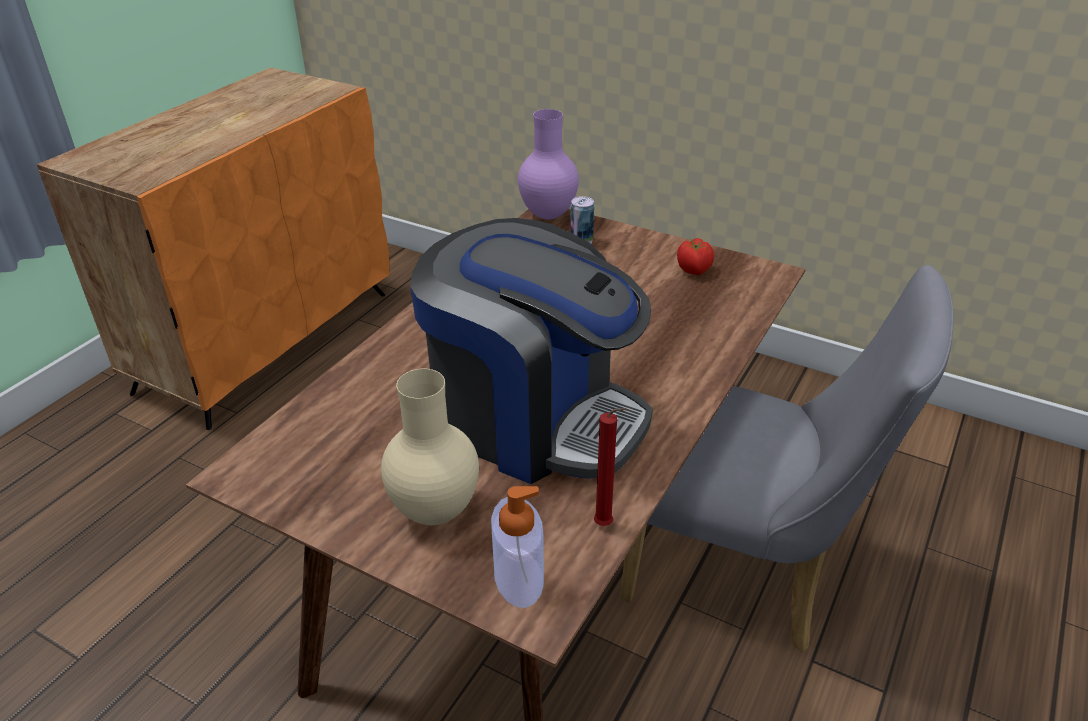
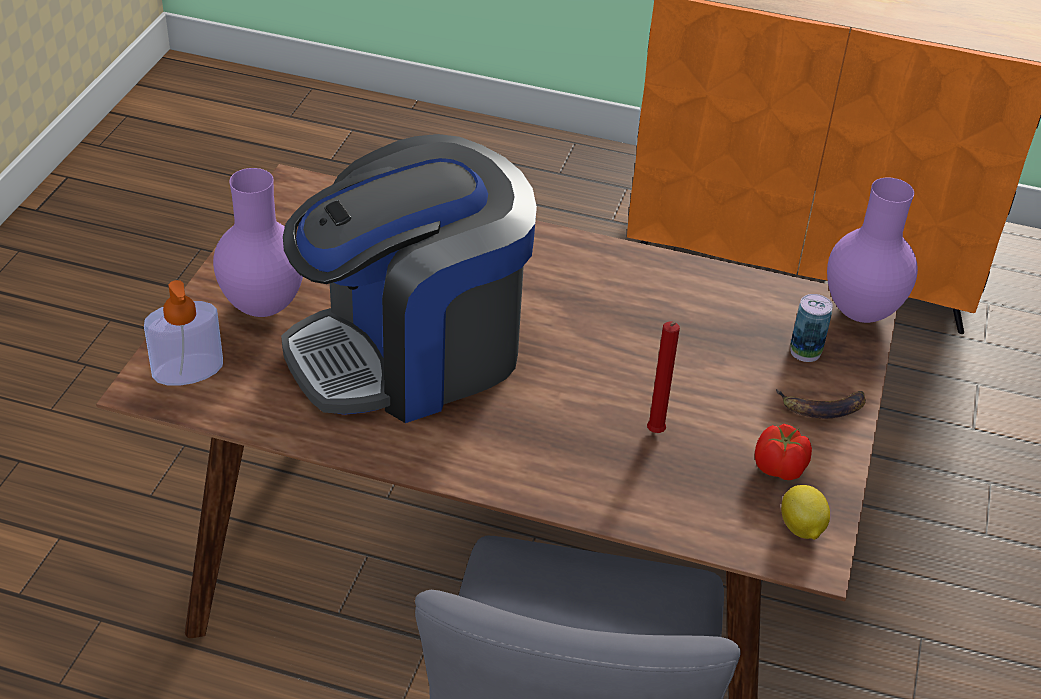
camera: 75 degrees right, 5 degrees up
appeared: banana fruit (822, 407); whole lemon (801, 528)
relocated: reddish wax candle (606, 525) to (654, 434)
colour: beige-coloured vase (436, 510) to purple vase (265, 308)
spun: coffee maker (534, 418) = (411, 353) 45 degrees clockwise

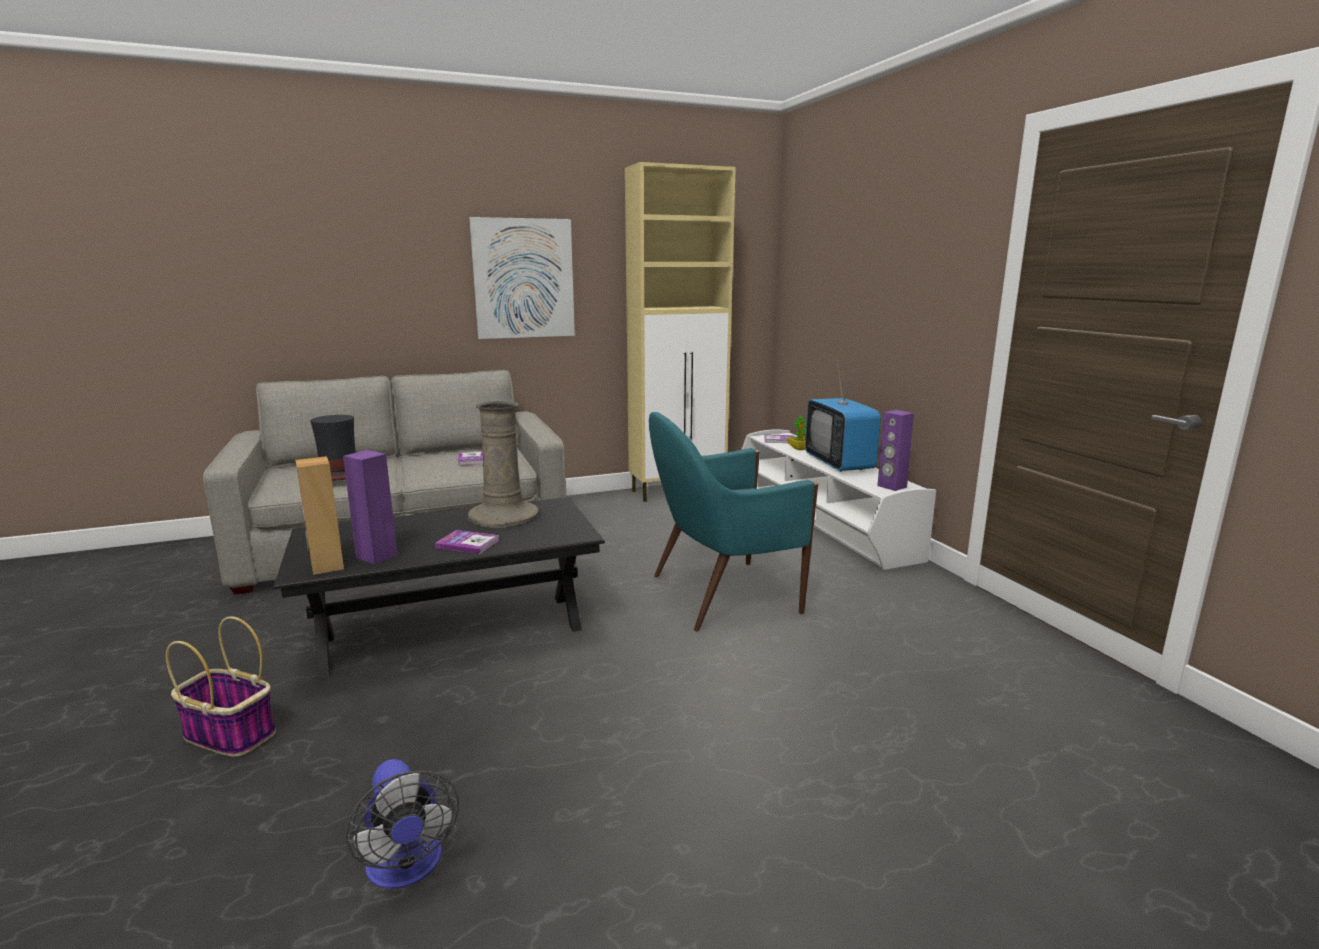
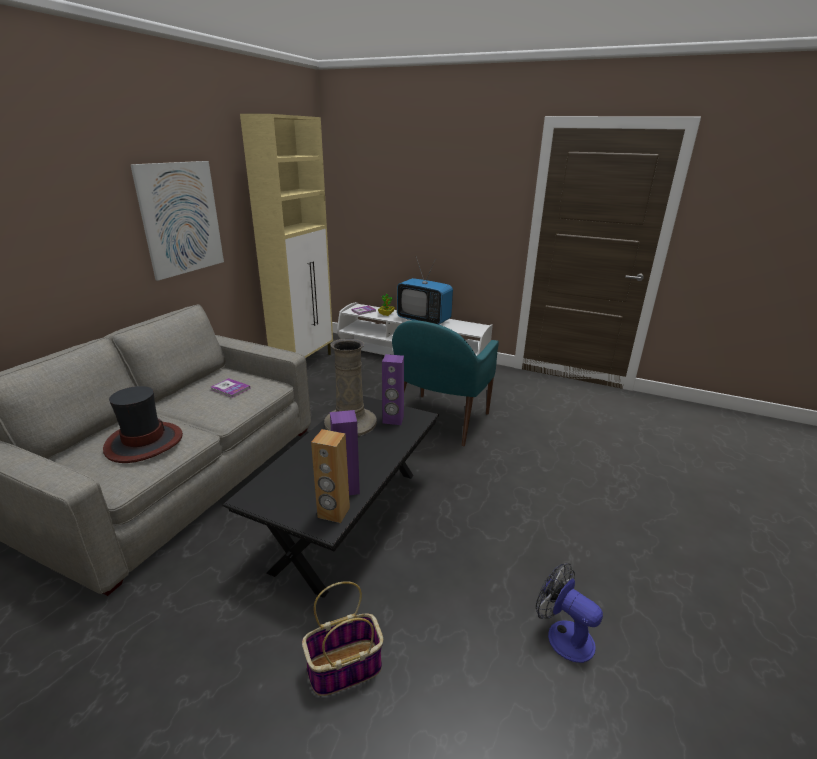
camera: 45 degrees left, 10 degrees up
missing: volume (467, 544)
relocated: purple audio speaker (891, 486) to (393, 420)
spun: cooling fan (407, 868) = (563, 635) 150 degrees counterclockwise

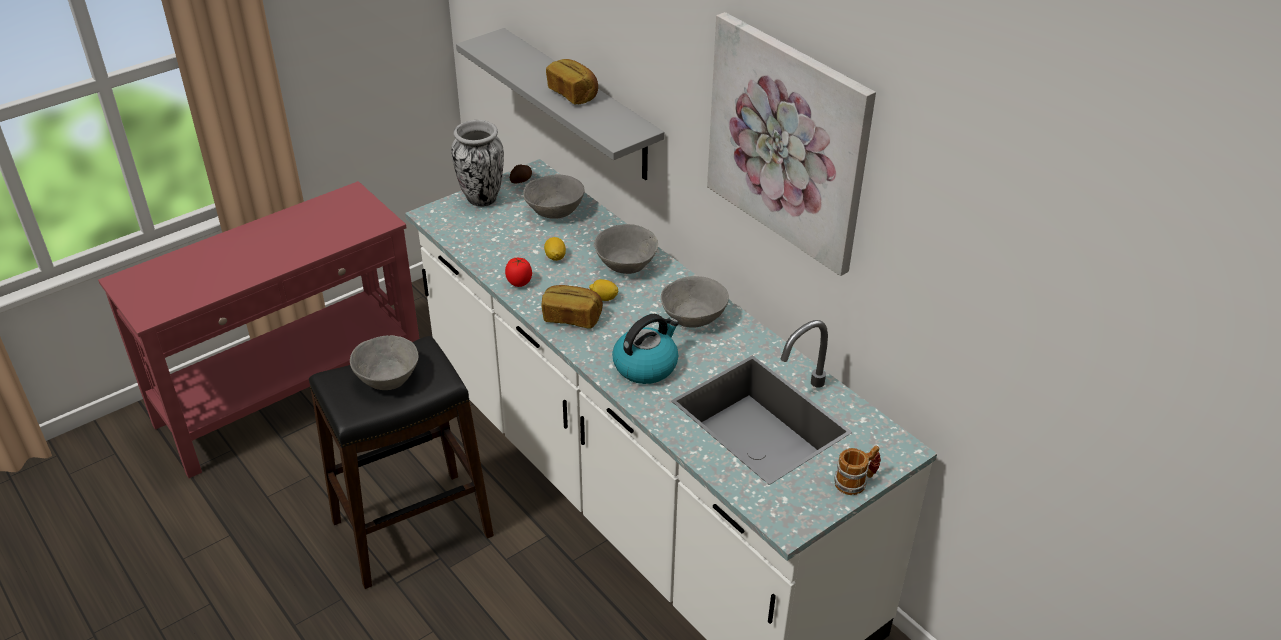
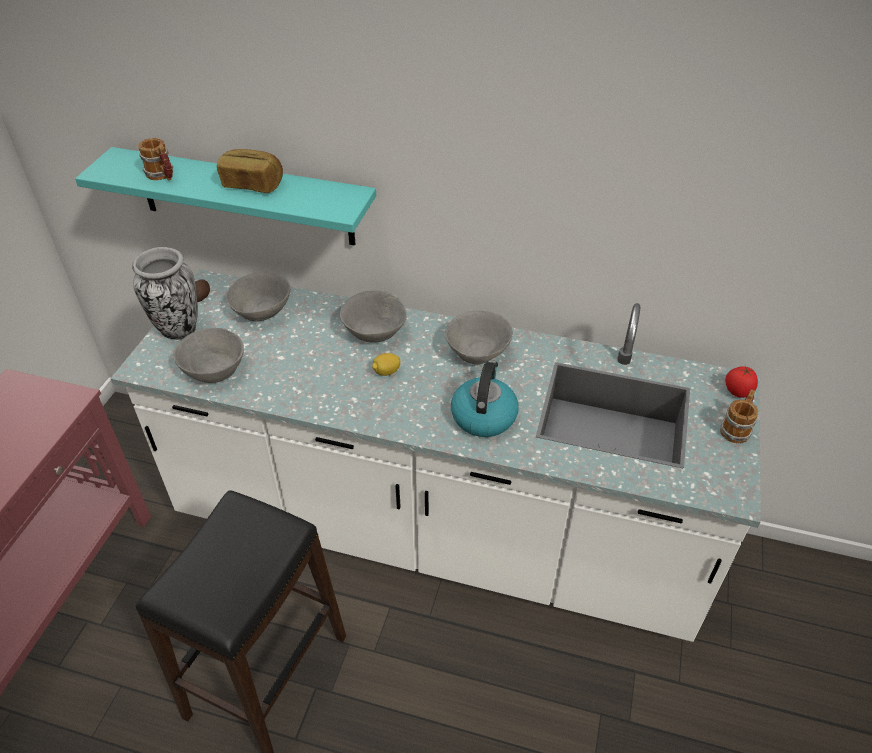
camera: 35 degrees left, 5 degrees up
missing: picture (789, 141); whole lemon (555, 257); baked bread (572, 317)
appeared: mug (162, 176)
relocated: whole tomato (519, 282) to (737, 392); gray bowl (388, 379) to (215, 371)
colour: gray shelf (579, 105) to blue-green shelf (245, 197)

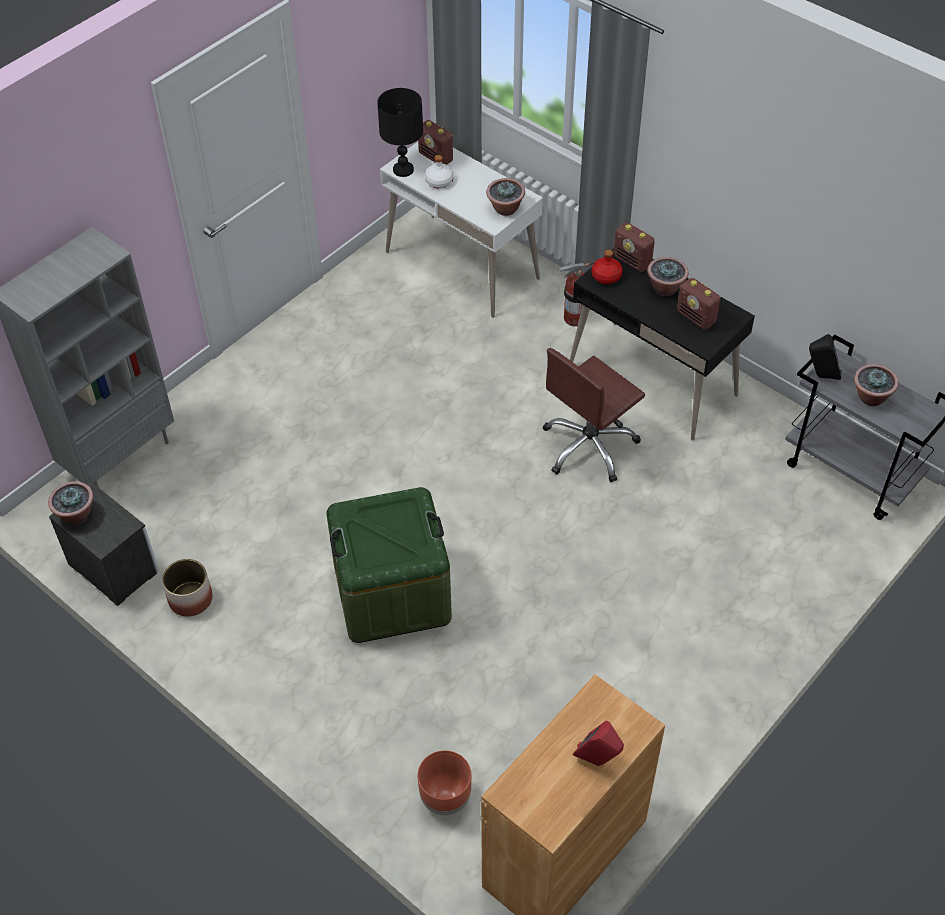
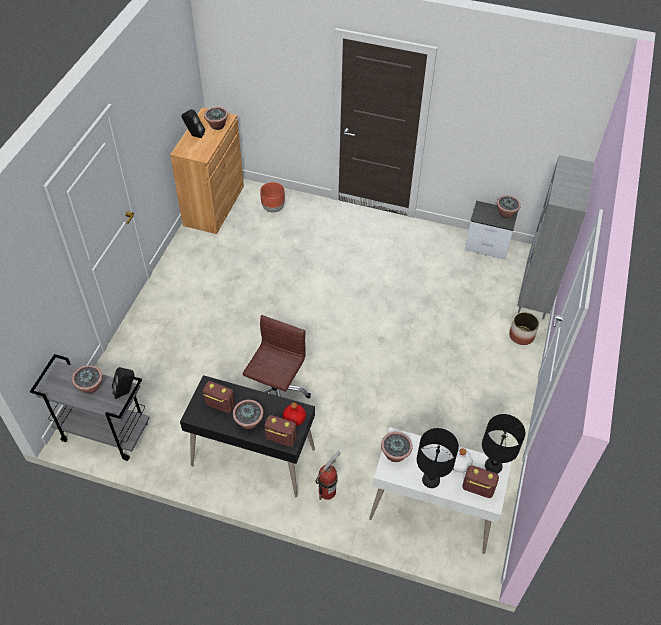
camera: 155 degrees right, 0 degrees up
missing: green storage bin (392, 593)
appeared: houseplant (217, 126); blackish lamp for a table (430, 480)
relocated: plant pot (190, 599) to (521, 335)
colour: reddish audio speaker (598, 761) to blackish audio speaker (194, 135)

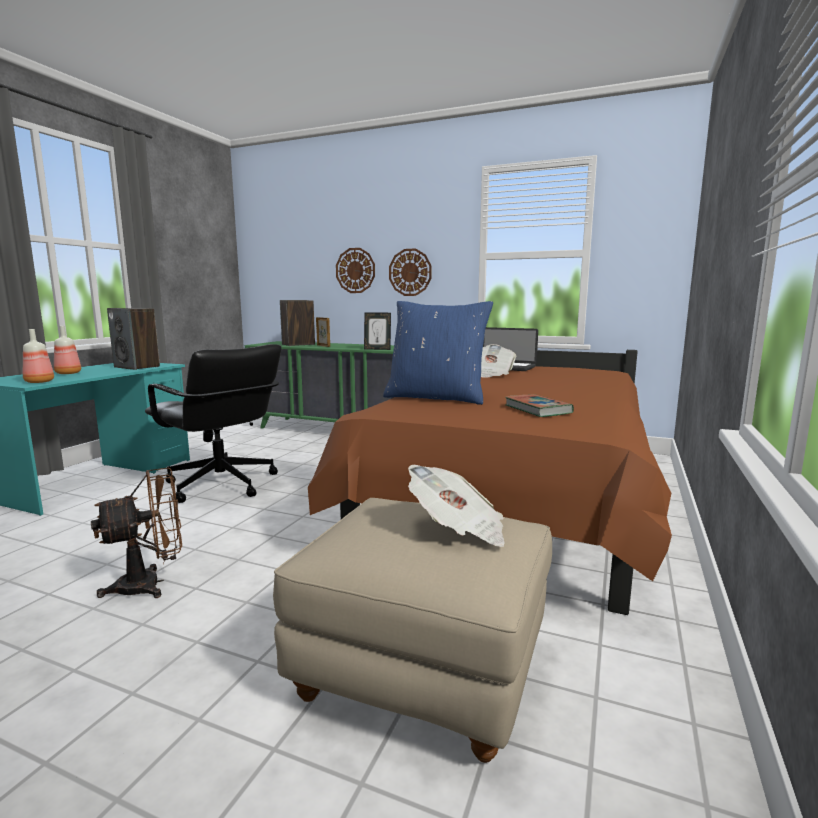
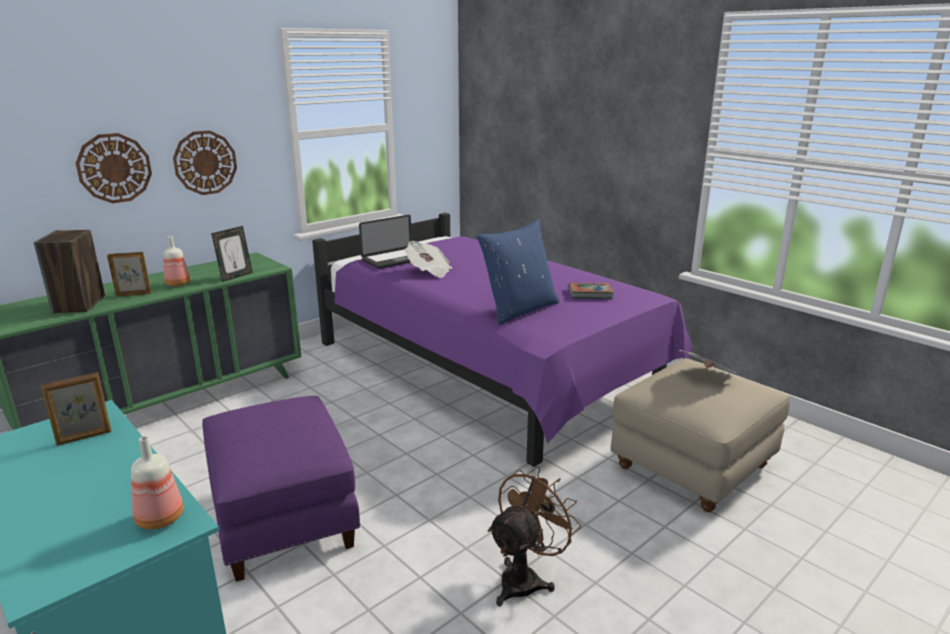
camera: 65 degrees left, 10 degrees up
relocated: drink bottle (67, 373) to (177, 284)
exchanged: audio speaker (137, 367) to picture frame (84, 437); blackish office chair (221, 485) to purple ottoman (285, 518)
colour: brownish sleeping bed (515, 499) to purple sleeping bed (489, 370)
spun: brownish cooling fan (150, 584) = (526, 578) 45 degrees clockwise

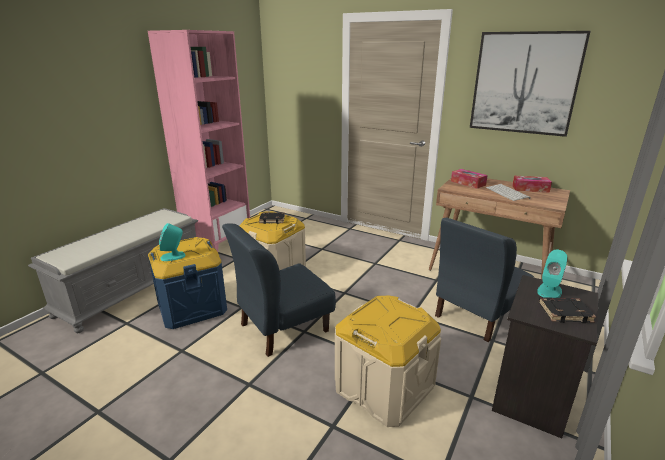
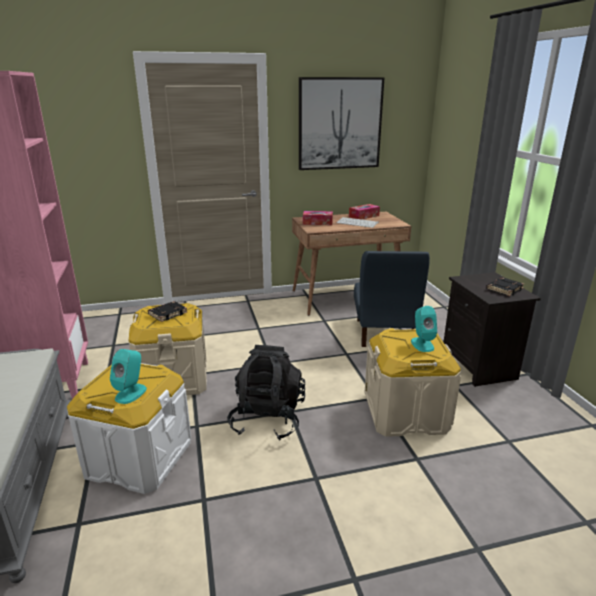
camera: 45 degrees left, 0 degrees up
relocated: blue-green audio speaker (549, 291) to (422, 344)
exchanged: blue-coloured upright chair (283, 327) to blackish knapsack (267, 419)
colour: blue-coloured storage bin (192, 307) to white storage bin (138, 458)

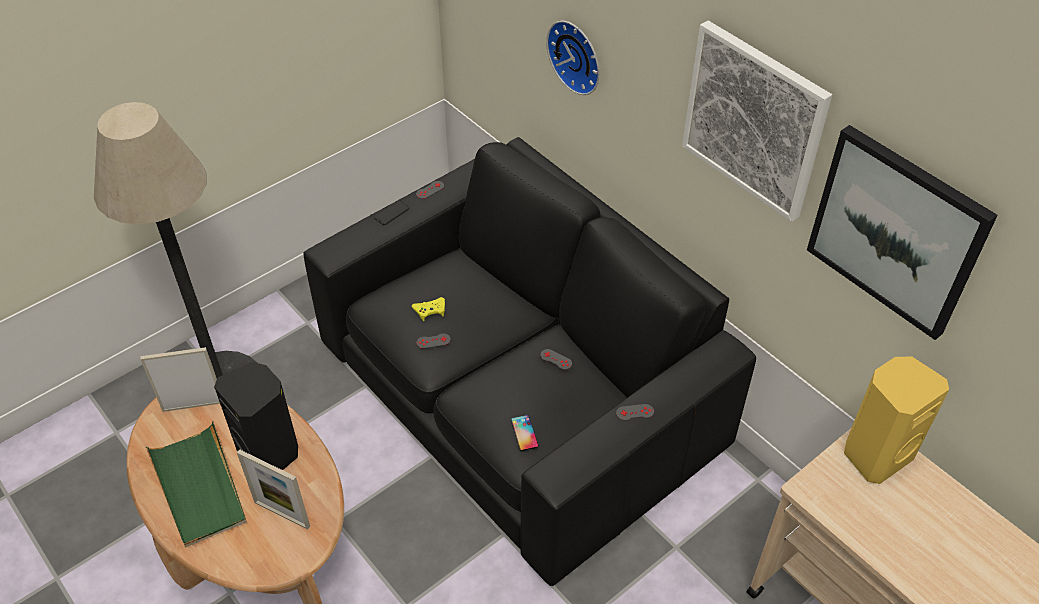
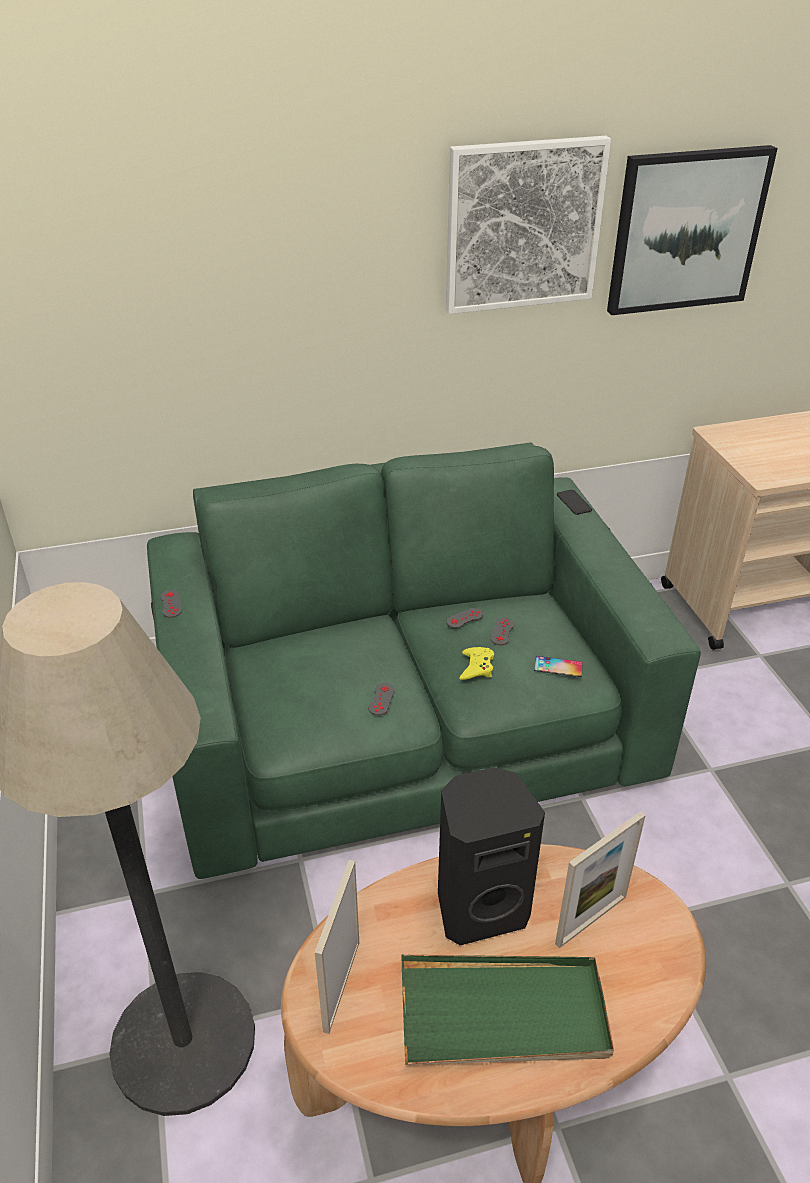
camera: 65 degrees left, 10 degrees down
missing: clock on the wall (577, 55); yellowish audio speaker (875, 454)
relocated: telephone (391, 213) to (574, 502); yellowish gamepad (430, 310) to (476, 667); gray gamepad (635, 412) to (502, 631)
colour: blackish settee (521, 394) to green settee (406, 721)

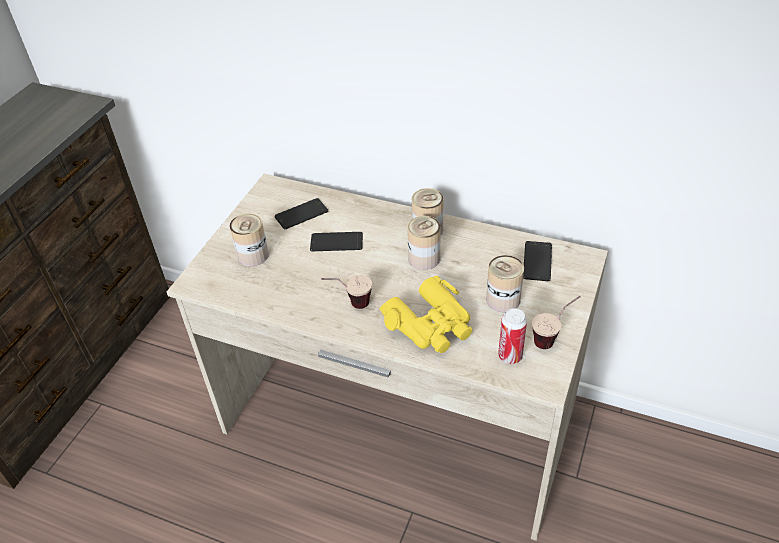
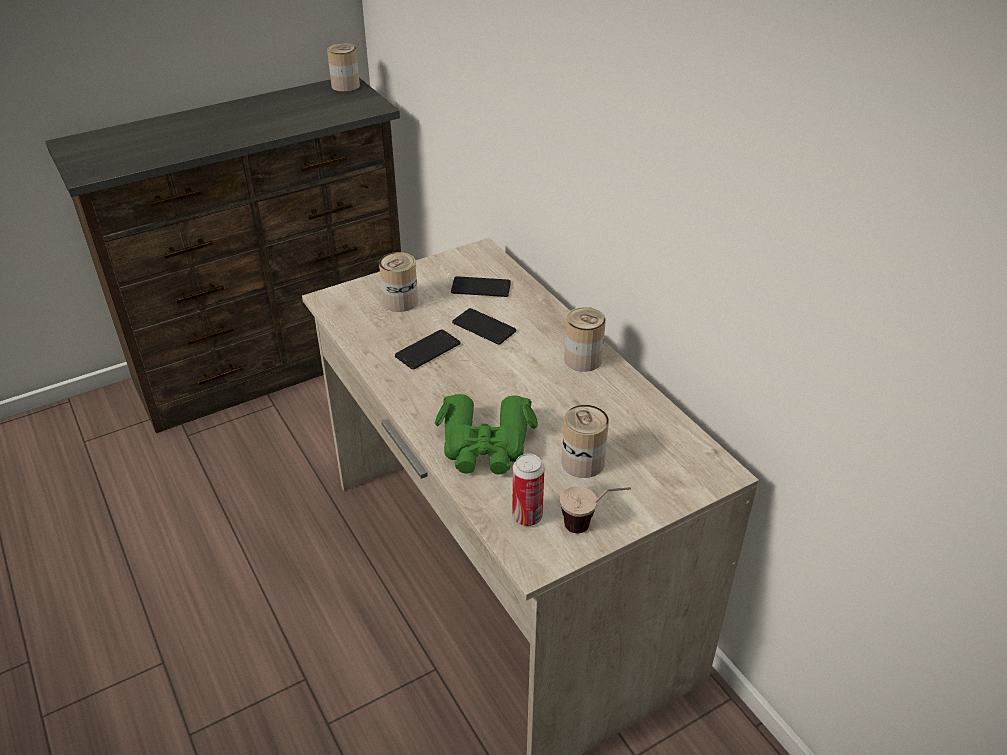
camera: 35 degrees right, 5 degrees down
missing: drinking cup (349, 305)
relocated: sealed can (424, 258) to (345, 85); telephone (537, 261) to (428, 350)
colour: yellowish pair of binoculars (431, 325) to green pair of binoculars (485, 444)

